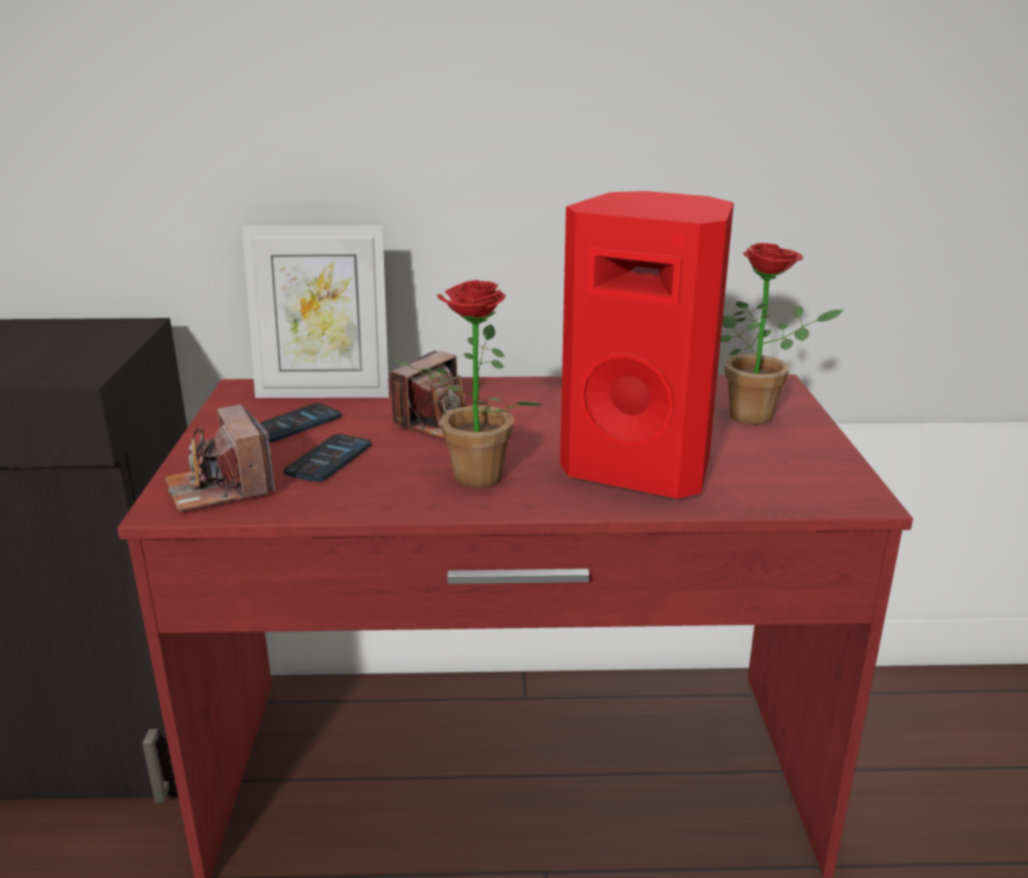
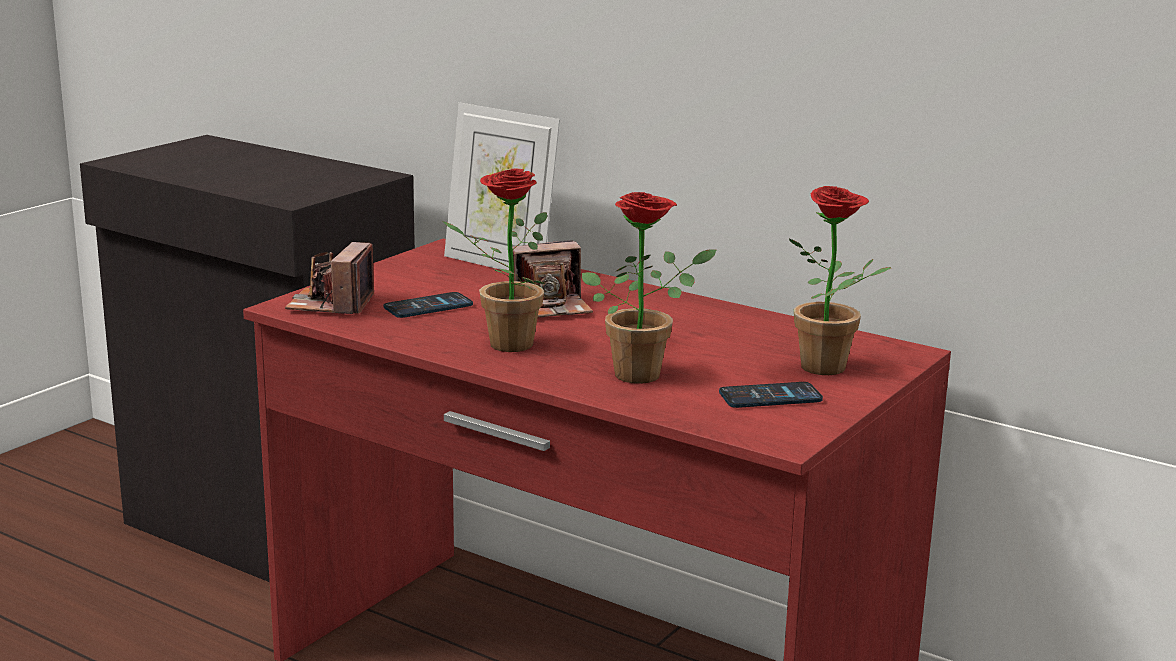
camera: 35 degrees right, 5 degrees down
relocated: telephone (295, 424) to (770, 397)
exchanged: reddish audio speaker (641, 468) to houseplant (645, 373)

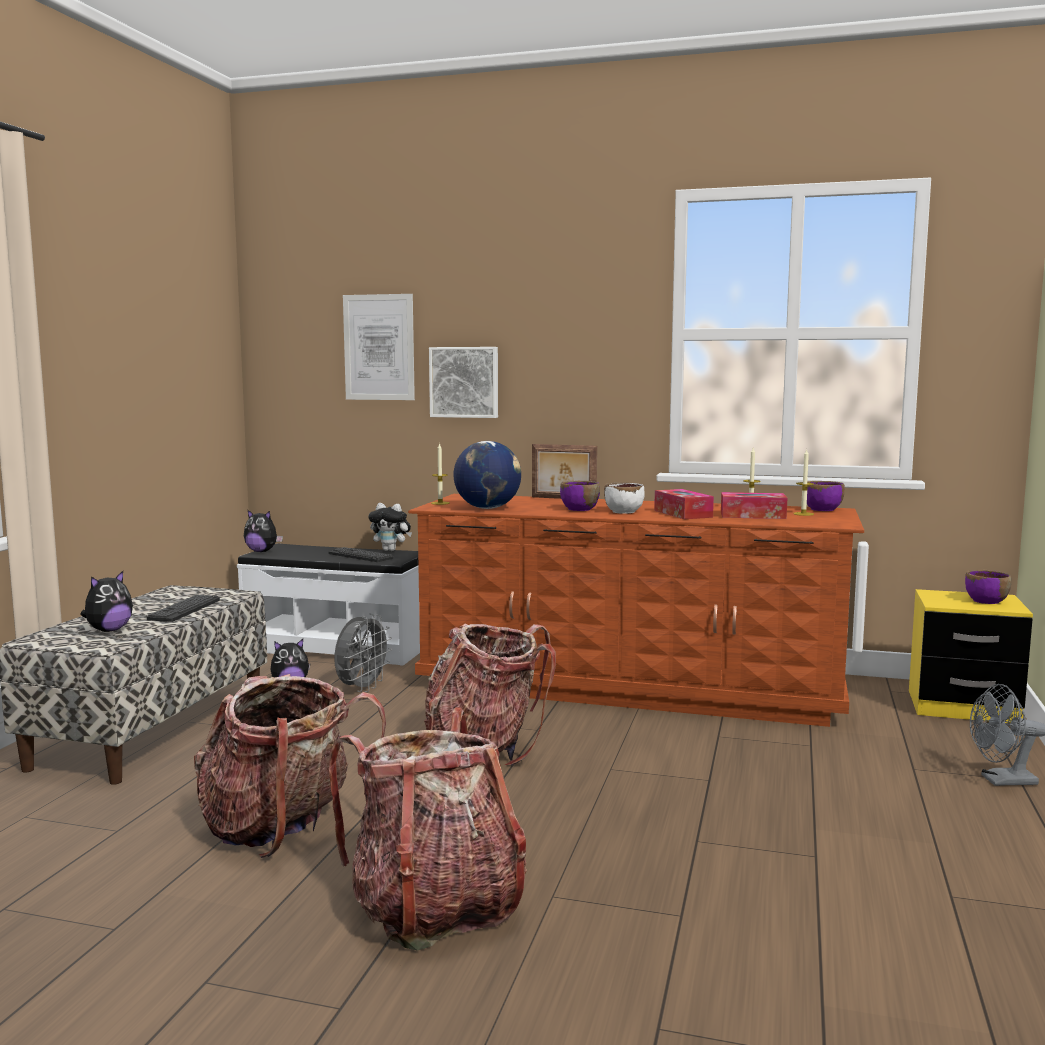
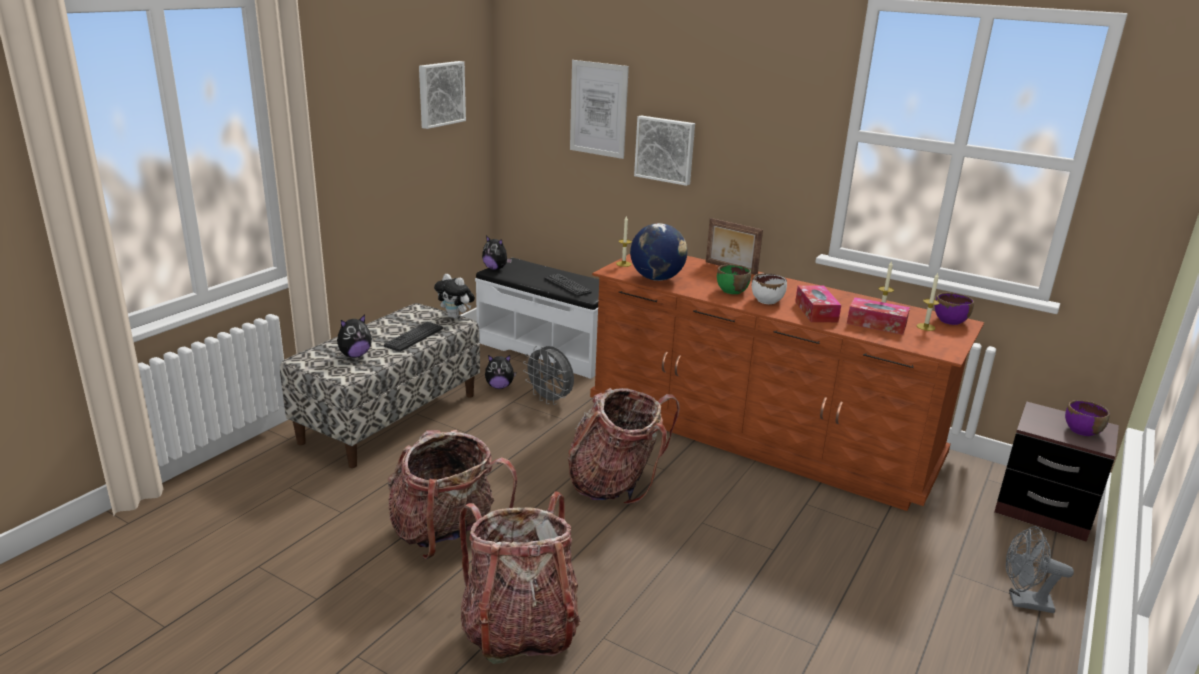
camera: 15 degrees right, 15 degrees up
appeared: picture (440, 94)
relocated: soft toy (391, 550) to (456, 317)
colour: purple bowl (579, 509) to green bowl (732, 291); yellowish bedside table (962, 707) to brownish bedside table (1043, 511)
spun: gray cooling fan (362, 688) = (550, 400) 90 degrees clockwise

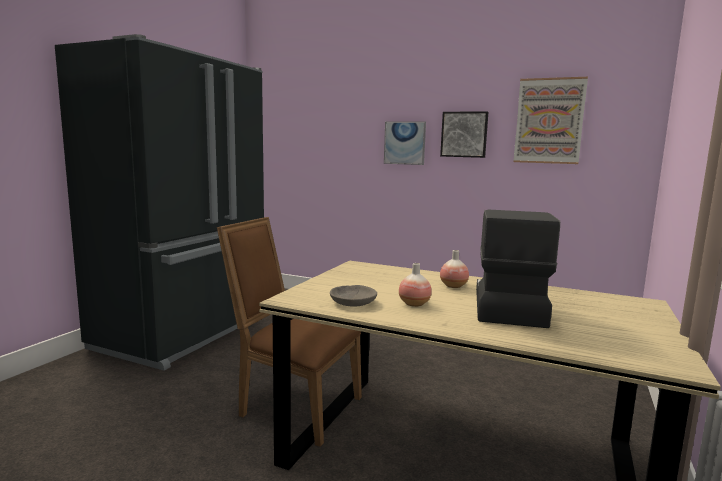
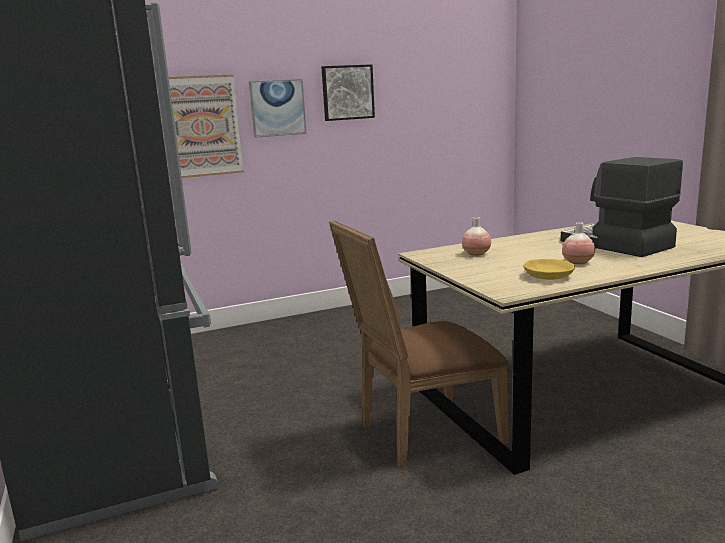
camera: 45 degrees left, 5 degrees up
relocated: picture (549, 121) to (202, 126); vase (453, 286) to (476, 254)
colour: gray bowl (353, 302) to yellowish bowl (547, 276)

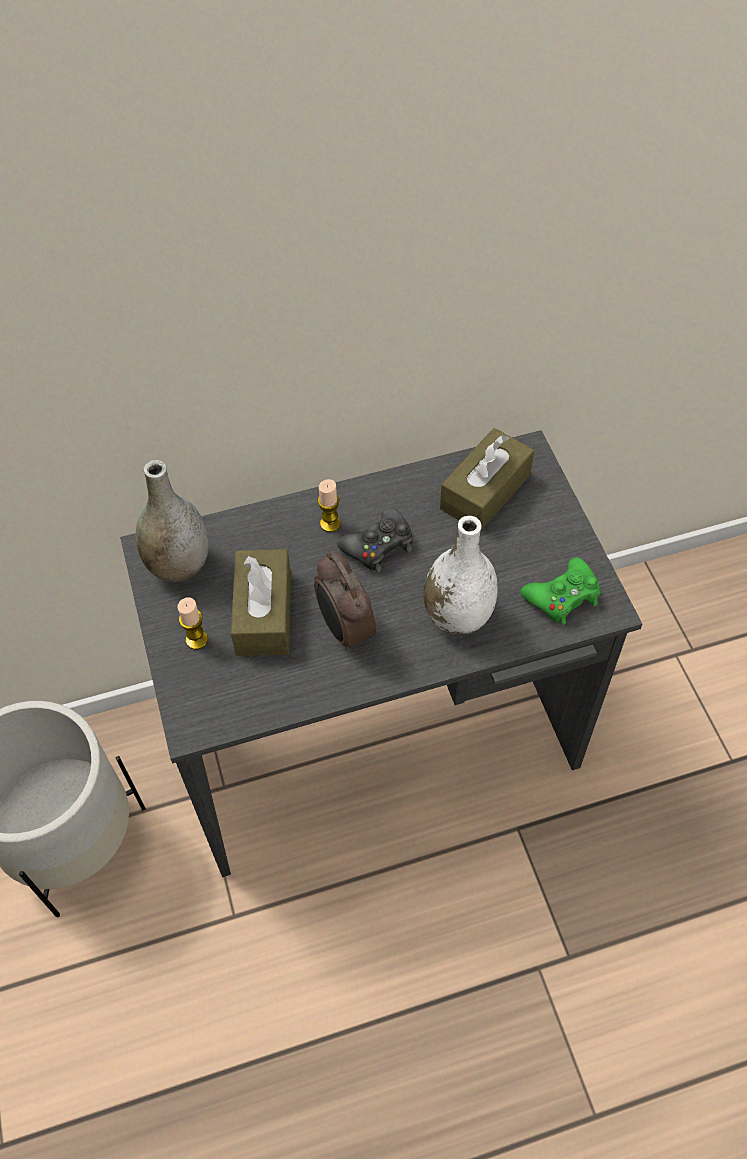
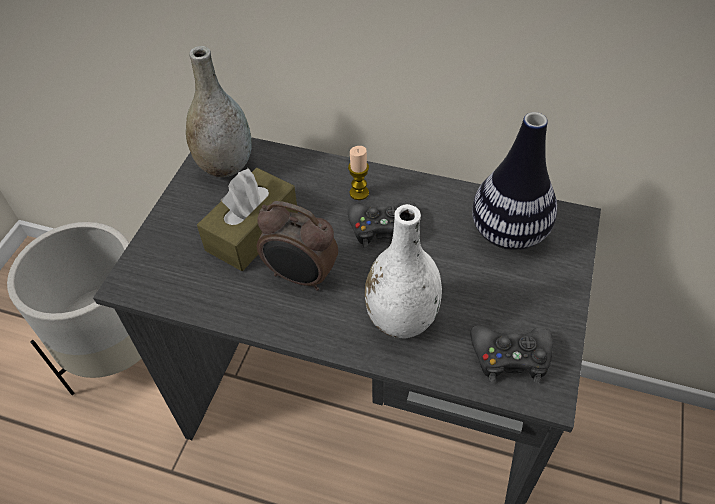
camera: 35 degrees right, 5 degrees down
missing: wax candle (197, 640)
exchanged: brownish box of tissues (485, 492) to vase (508, 232)
colour: green gamepad (563, 597) to blackish gamepad (510, 357)
spun: bedside clock (345, 629) = (301, 277) 75 degrees counterclockwise

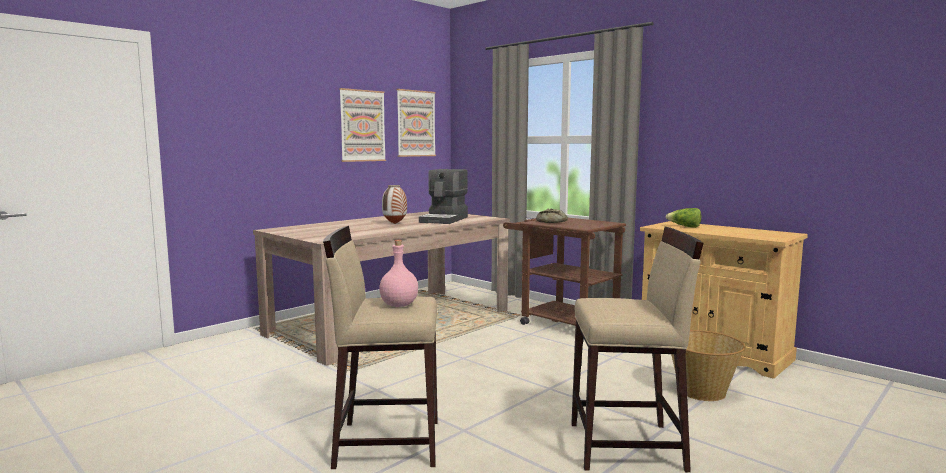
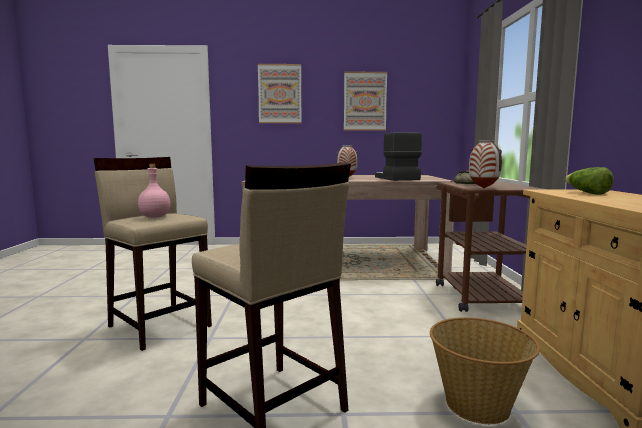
camera: 45 degrees right, 0 degrees up
appeared: vase (484, 188)
relocated: picture (415, 123) to (279, 94)
spun: coffee maker (445, 220) = (396, 178) 105 degrees clockwise

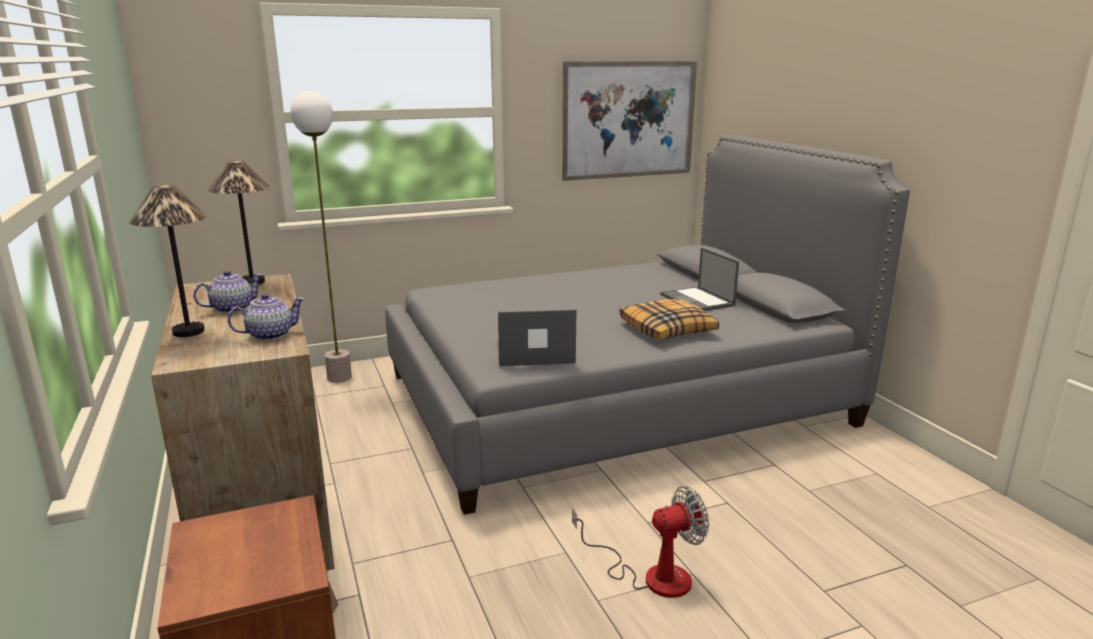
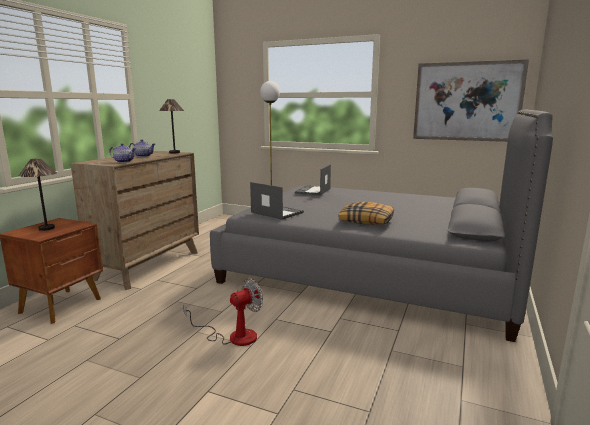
camera: 45 degrees right, 5 degrees down
relocated: lamp for a table (189, 331) to (47, 228); laptop (698, 300) to (313, 191)
spun: cooling fan (651, 575) = (233, 336) 60 degrees counterclockwise

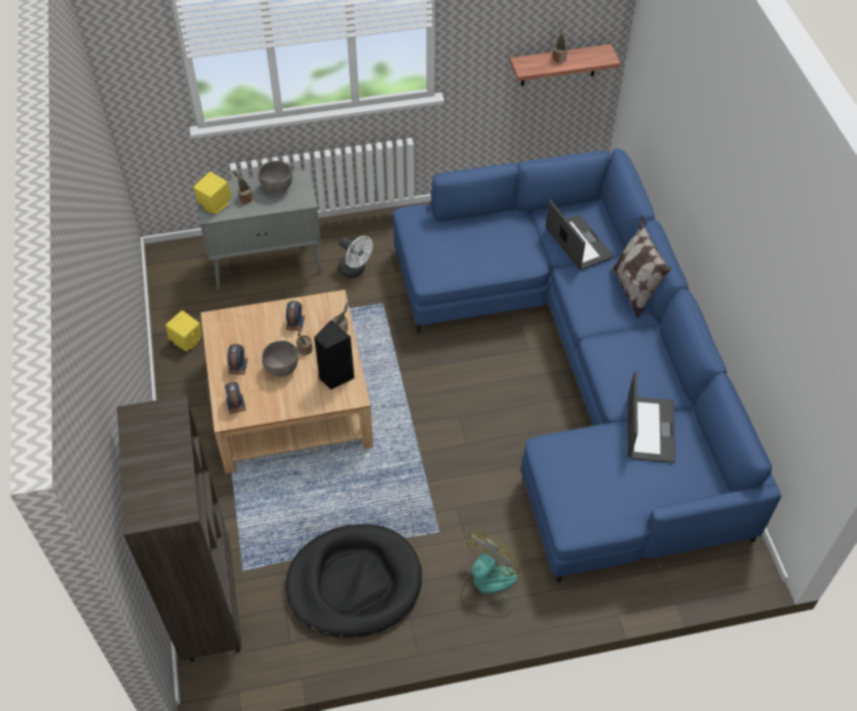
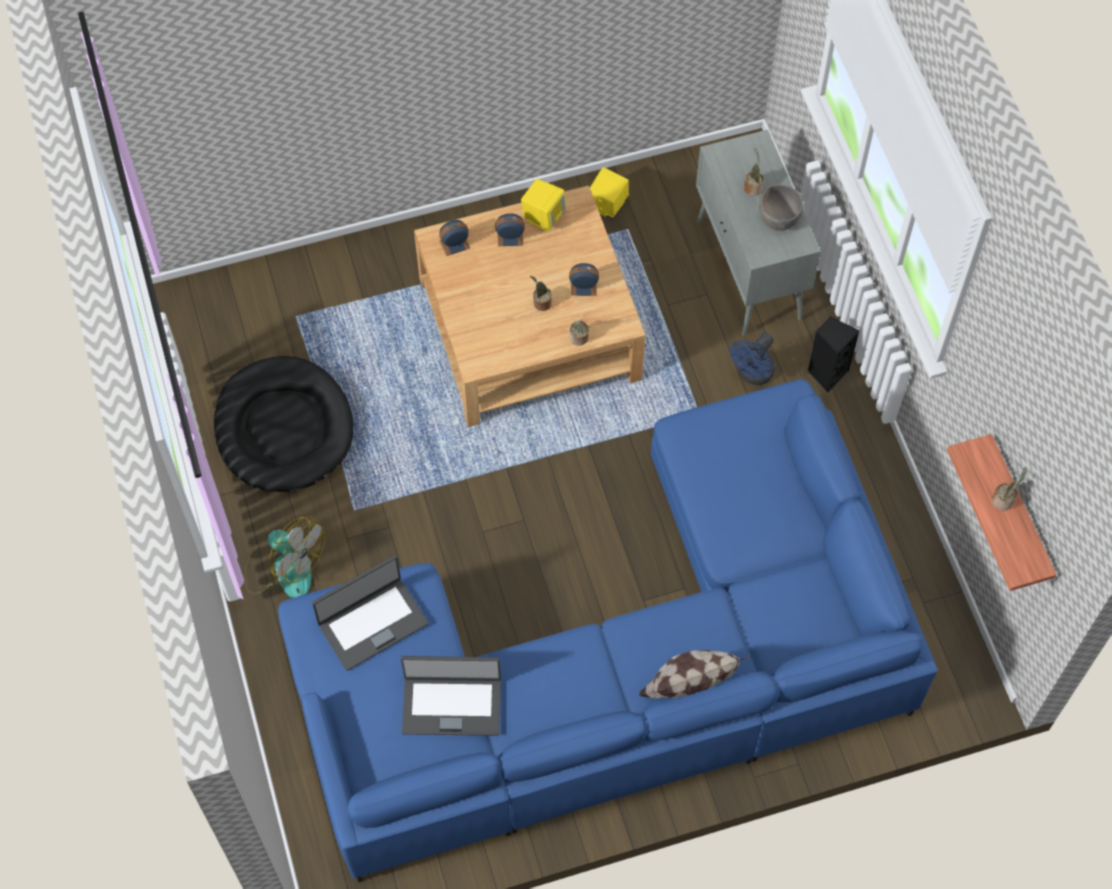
camera: 85 degrees right, 10 degrees up
missing: gray bowl (281, 369); brownish bookshelf (208, 609)
relocated: yellowish audio speaker (215, 205) to (543, 216); laptop (577, 243) to (372, 623); blackish audio speaker (335, 376) to (826, 373)
colour: white cooling fan (355, 270) to blue-coloured cooling fan (753, 375)

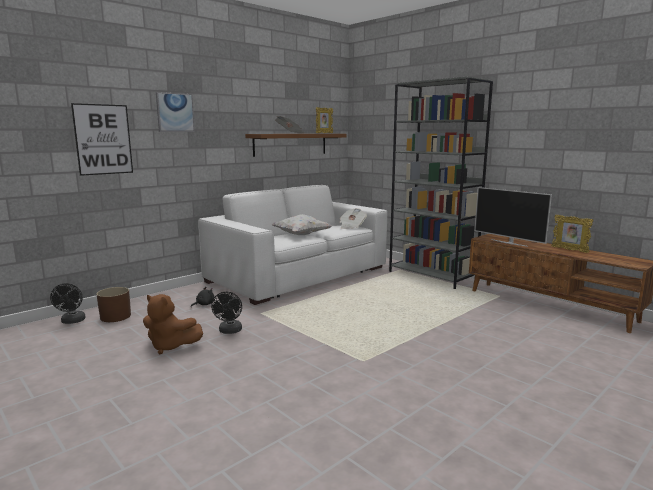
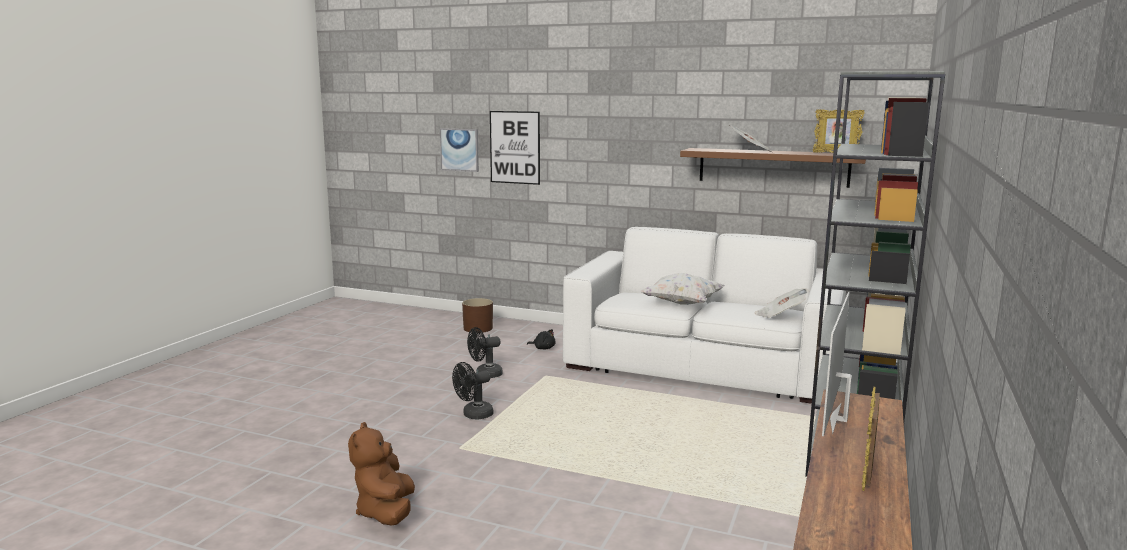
camera: 65 degrees right, 0 degrees up
relocated: picture (175, 112) to (459, 149); blackish cooling fan (72, 321) to (473, 415); brownish soft toy (170, 346) to (386, 512)

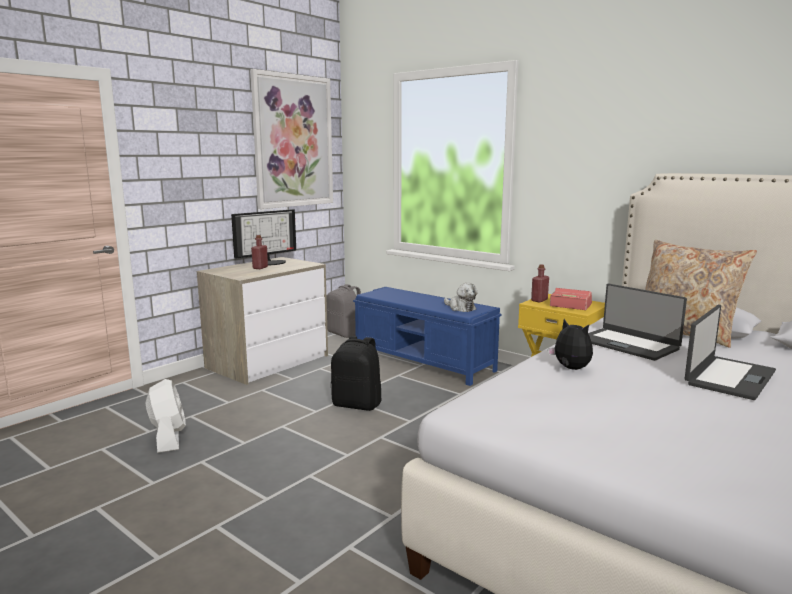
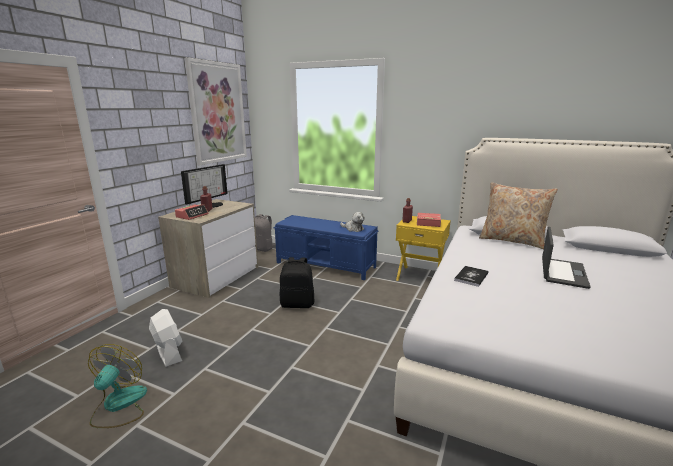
camera: 15 degrees left, 5 degrees up
missing: laptop (628, 344)
appeared: bedside clock (192, 216); cooling fan (119, 405)
exchanged: soft toy (570, 369) to volume (471, 277)

